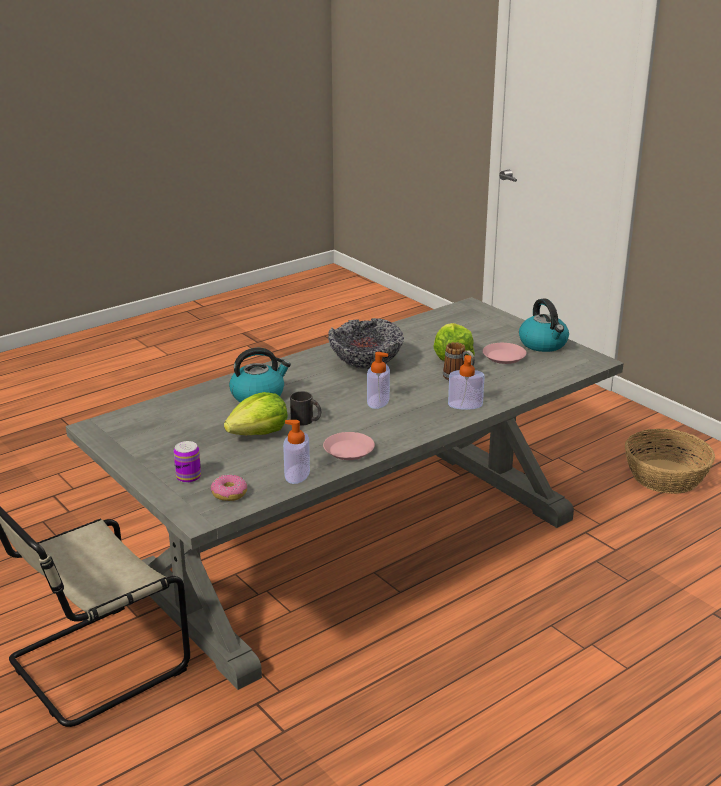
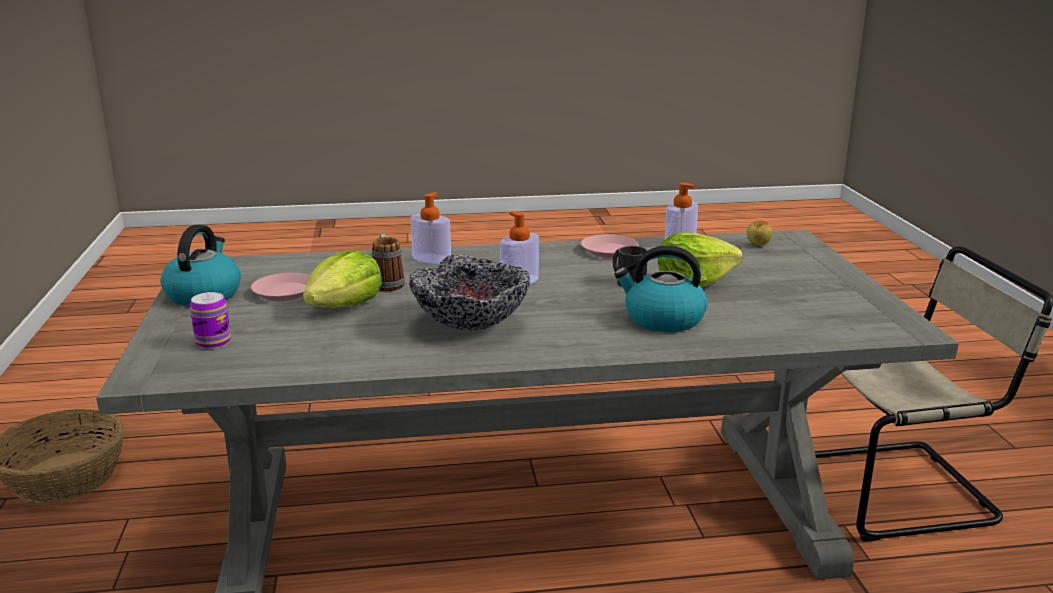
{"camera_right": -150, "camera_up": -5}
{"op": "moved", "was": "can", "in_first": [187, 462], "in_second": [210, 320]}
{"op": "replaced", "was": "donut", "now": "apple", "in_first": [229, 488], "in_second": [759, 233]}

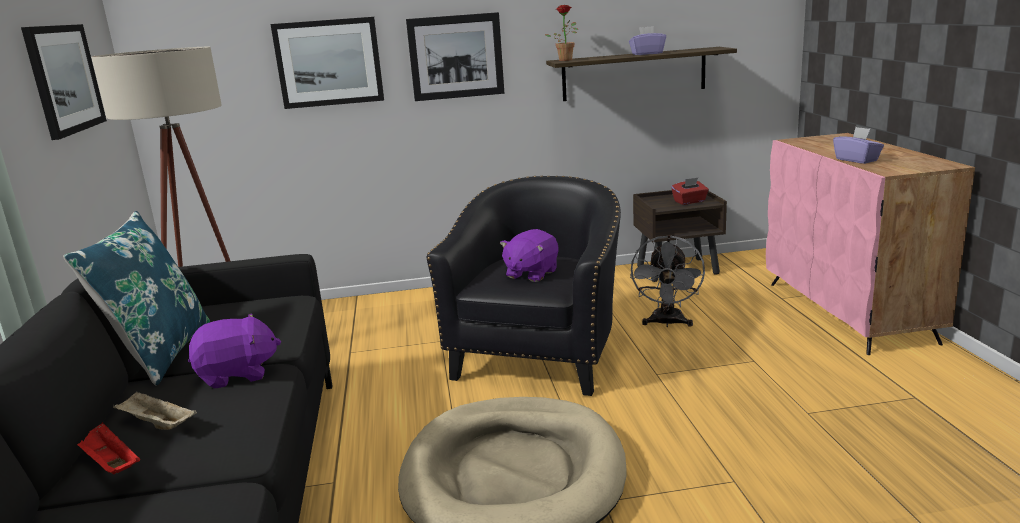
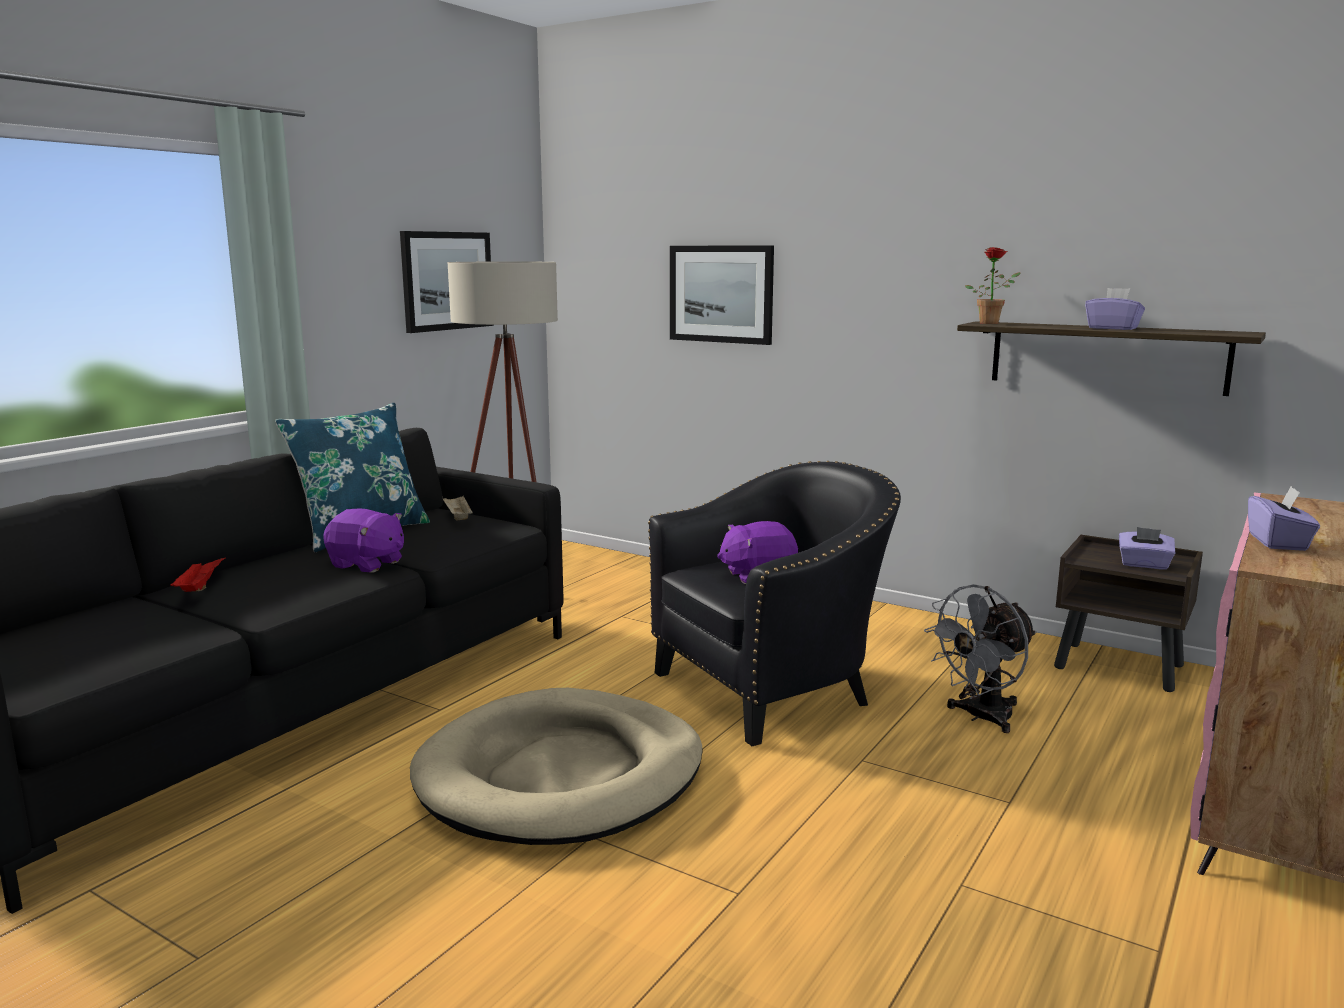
{"camera_right": 40, "camera_up": -5}
{"op": "removed", "was": "picture", "in_first": [455, 56]}
{"op": "recoloured", "was": "red tissue box", "now": "purple tissue box", "in_first": [690, 191], "in_second": [1147, 548]}
{"op": "moved", "was": "beige tray", "in_first": [155, 410], "in_second": [458, 507]}

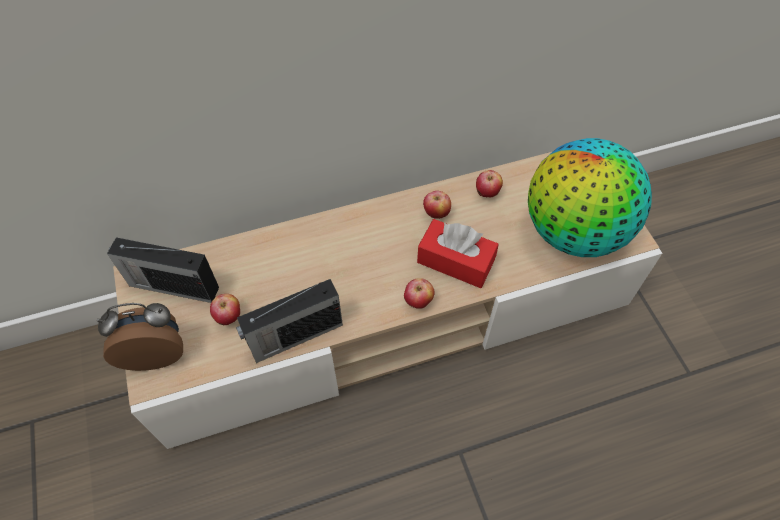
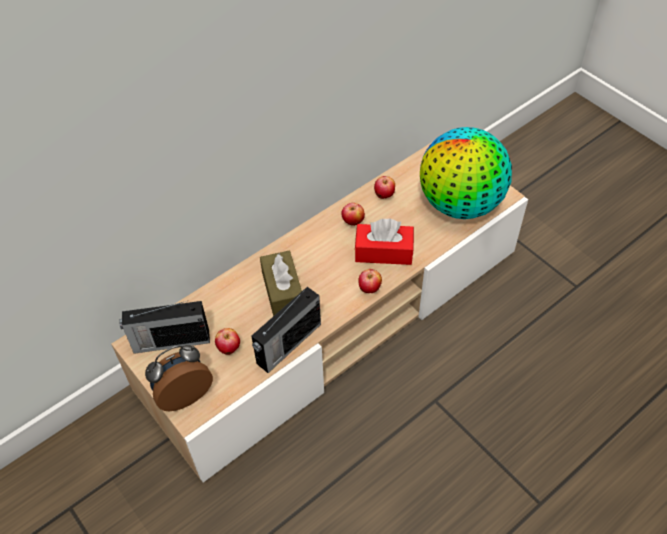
{"camera_right": -20, "camera_up": -5}
{"op": "added", "now": "brown tissue box", "in_second": [281, 283]}

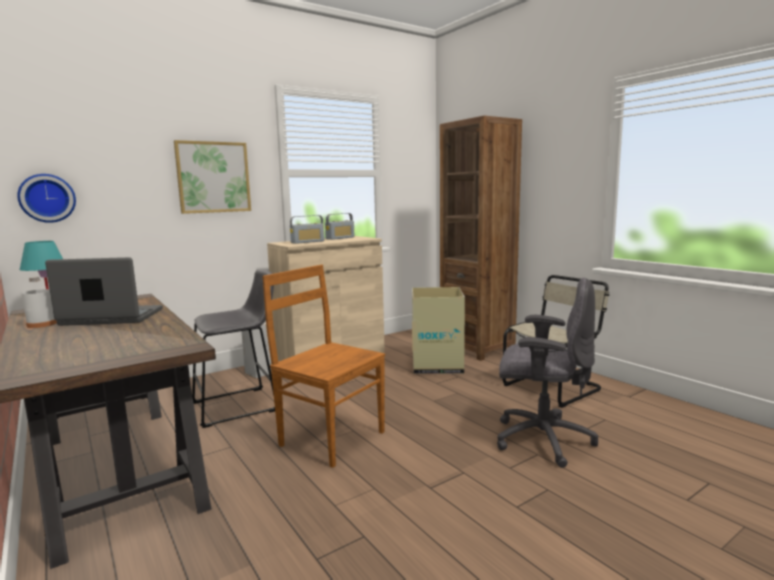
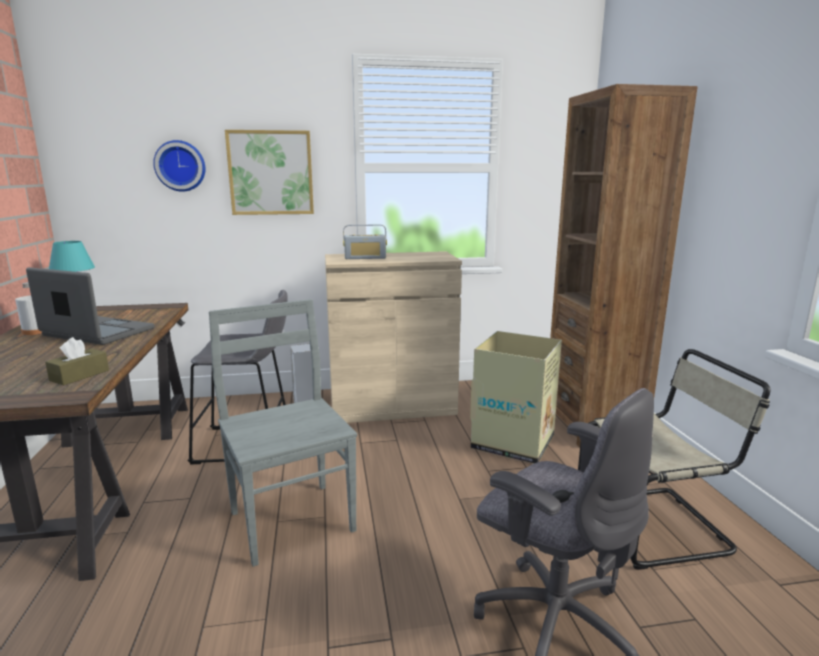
{"camera_right": 25, "camera_up": 5}
{"op": "moved", "was": "wall clock", "in_first": [46, 198], "in_second": [179, 166]}
{"op": "removed", "was": "radio", "in_first": [339, 226]}
{"op": "recoloured", "was": "brown chair", "now": "grey chair", "in_first": [323, 366], "in_second": [283, 433]}
{"op": "added", "now": "brown tissue box", "in_second": [77, 361]}

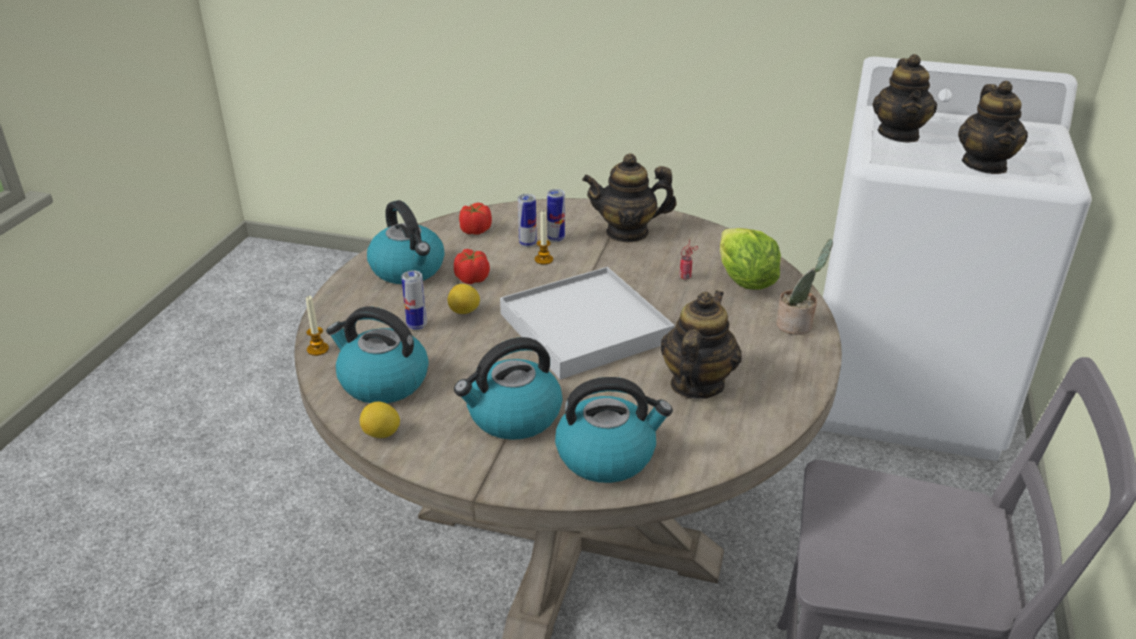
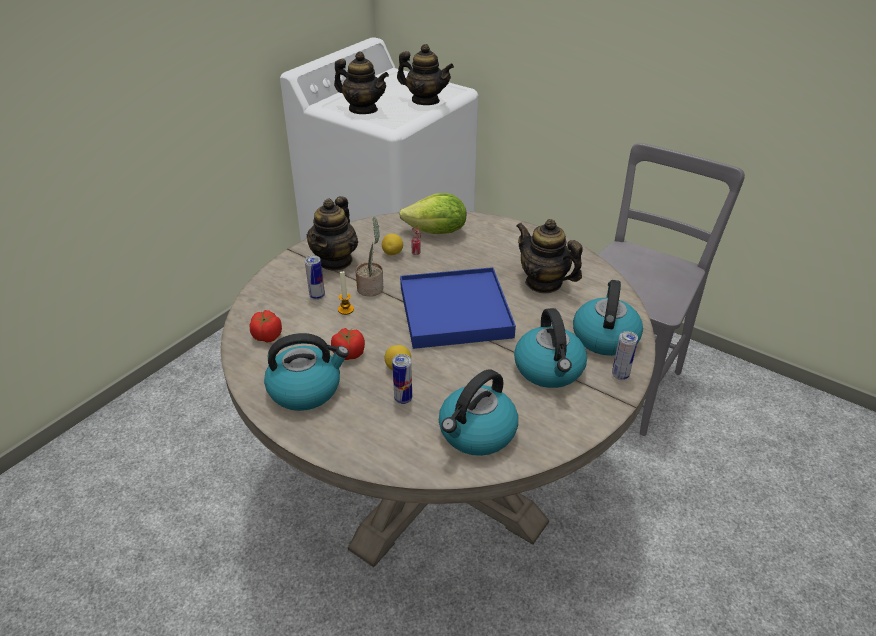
{"camera_right": -70, "camera_up": 5}
{"op": "moved", "was": "can", "in_first": [527, 220], "in_second": [625, 355]}
{"op": "moved", "was": "potted plant", "in_first": [804, 287], "in_second": [369, 256]}
{"op": "recoloured", "was": "white tray", "now": "blue tray", "in_first": [587, 323], "in_second": [458, 308]}
{"op": "removed", "was": "candle", "in_first": [317, 325]}
{"op": "moved", "was": "lemon", "in_first": [380, 419], "in_second": [392, 244]}

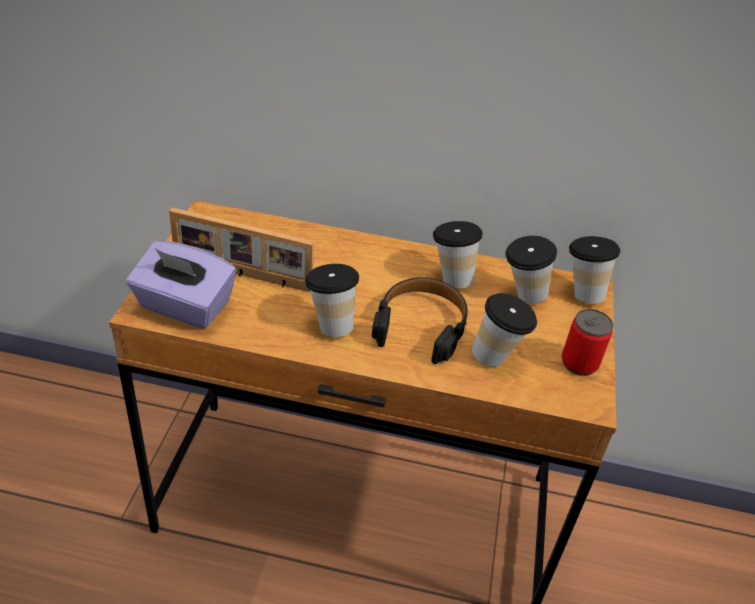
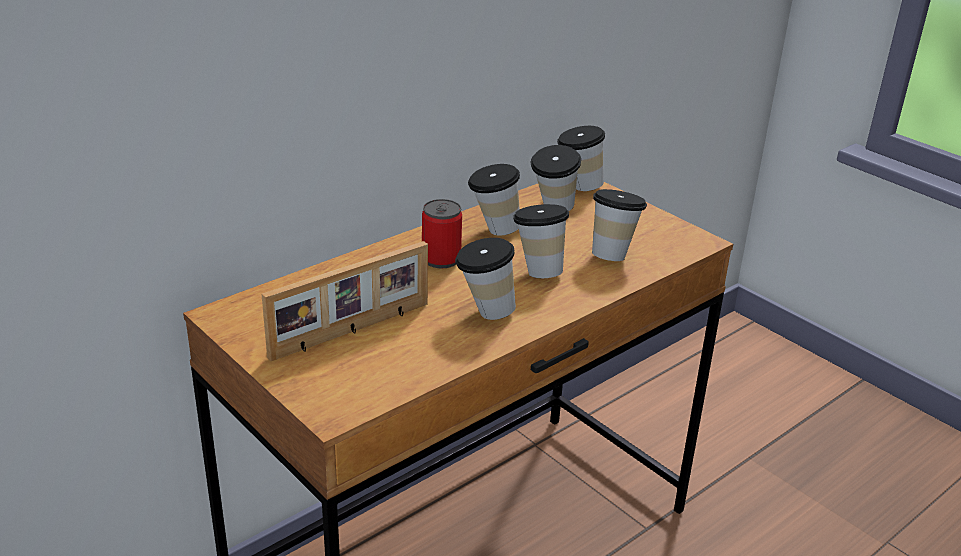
{"camera_right": -50, "camera_up": -10}
{"op": "removed", "was": "purple tissue box", "in_first": [181, 285]}
{"op": "replaced", "was": "black headphones", "now": "cup", "in_first": [420, 320], "in_second": [541, 241]}
{"op": "moved", "was": "can", "in_first": [587, 342], "in_second": [442, 233]}

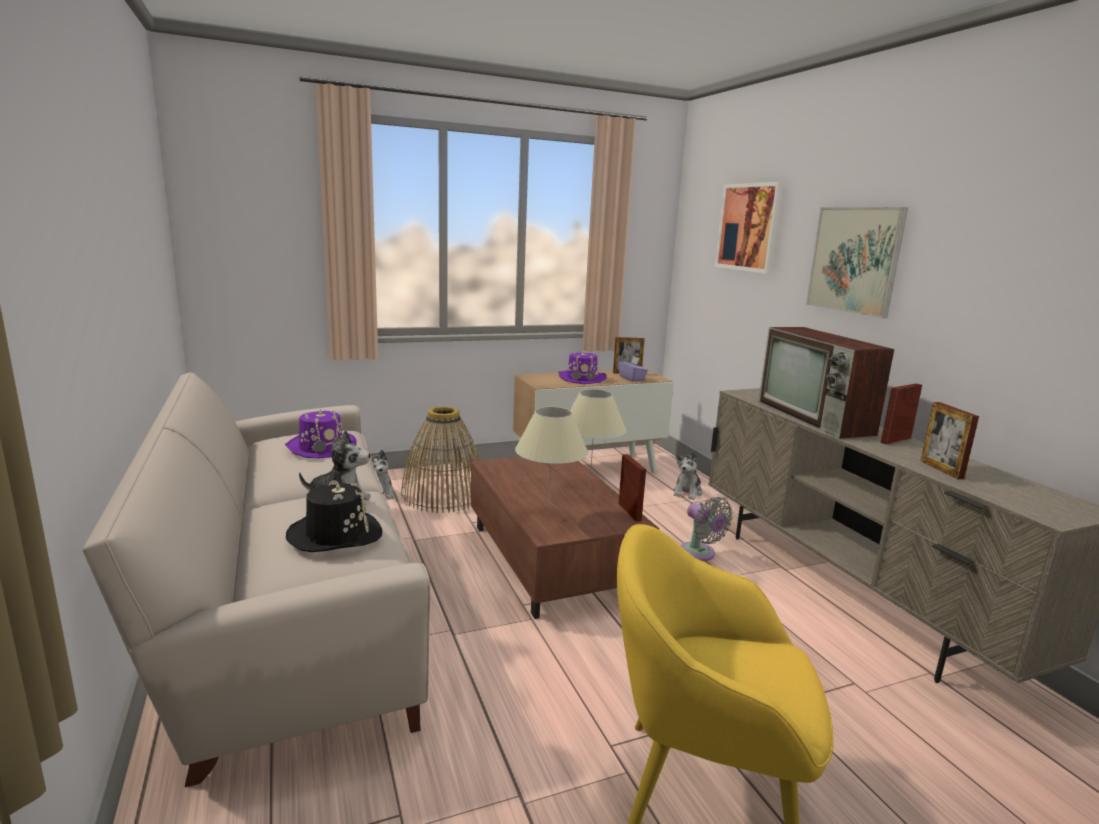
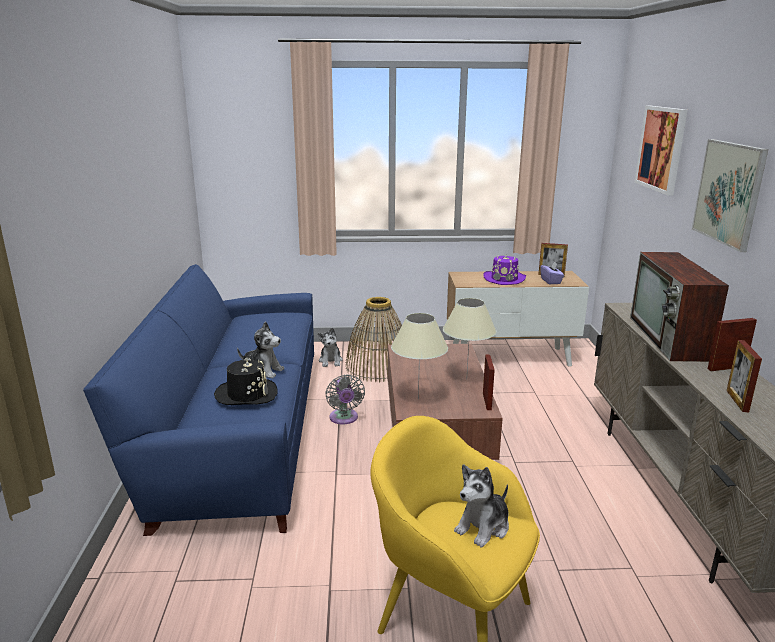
{"camera_right": 20, "camera_up": 5}
{"op": "recoloured", "was": "beige sofa", "now": "blue sofa", "in_first": [256, 579], "in_second": [198, 400]}
{"op": "removed", "was": "purple hat", "in_first": [321, 433]}
{"op": "moved", "was": "plush toy", "in_first": [687, 475], "in_second": [481, 505]}
{"op": "moved", "was": "grey fan", "in_first": [706, 529], "in_second": [345, 399]}

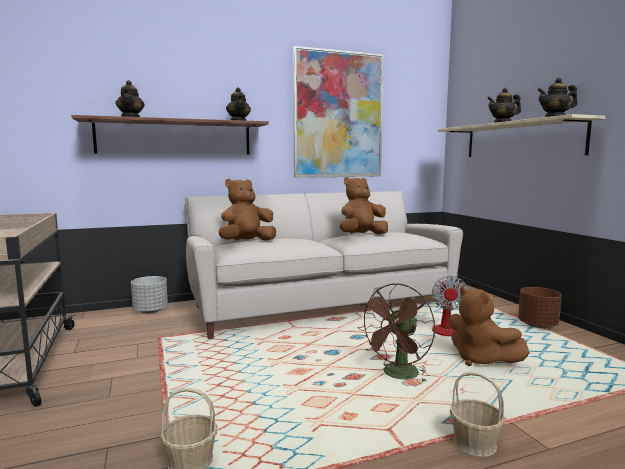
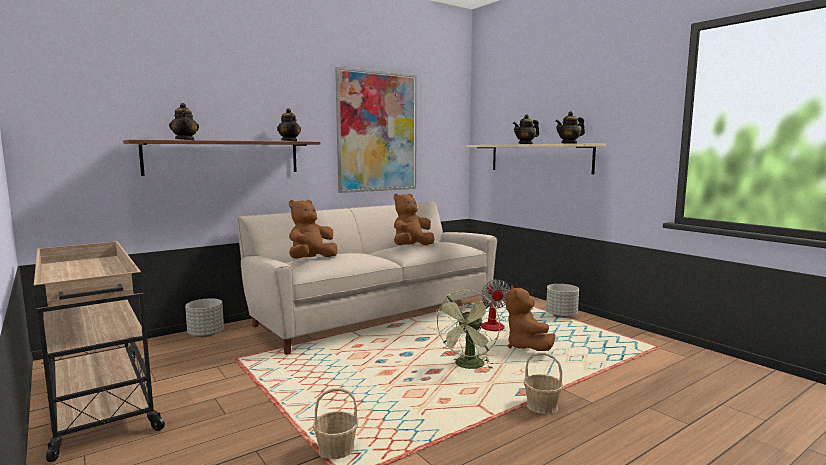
{"camera_right": -15, "camera_up": 0}
{"op": "recoloured", "was": "brown fan", "now": "green fan", "in_first": [396, 332], "in_second": [467, 329]}
{"op": "turned", "was": "brown plush toy", "in_first": [489, 326], "in_second": [530, 318], "clockwise": 45}
{"op": "recoloured", "was": "brown planter", "now": "grey planter", "in_first": [540, 307], "in_second": [562, 301]}

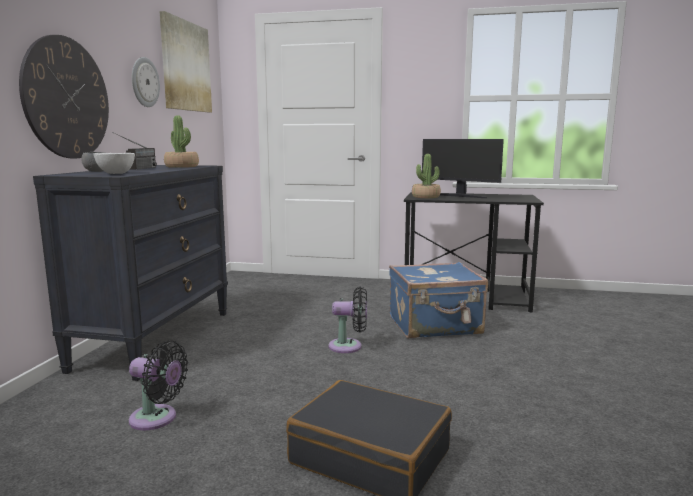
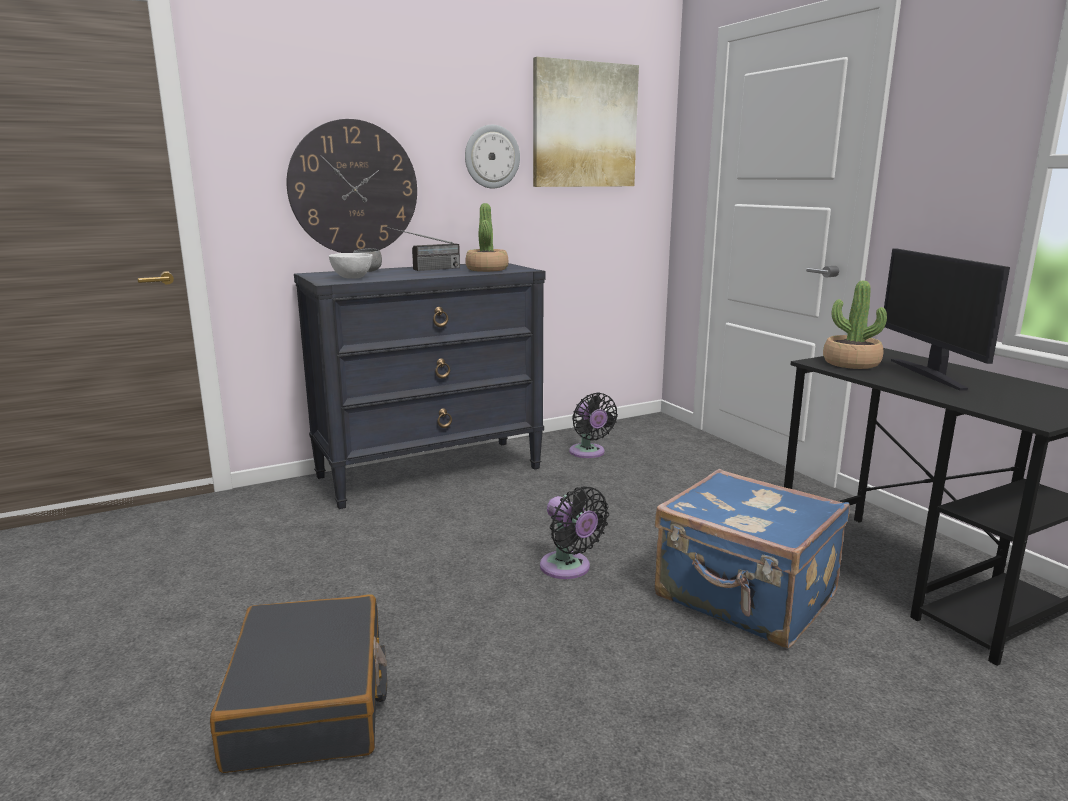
{"camera_right": 50, "camera_up": 5}
{"op": "moved", "was": "black fan", "in_first": [158, 385], "in_second": [593, 425]}

